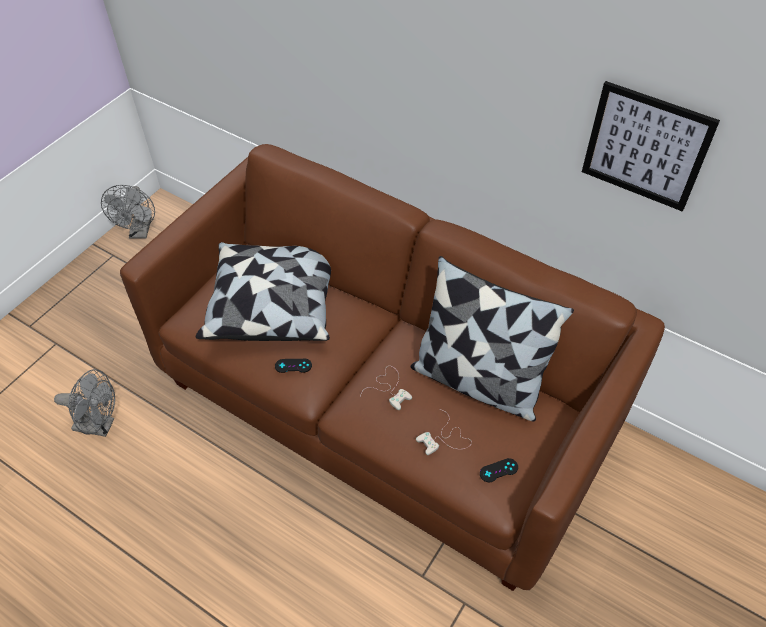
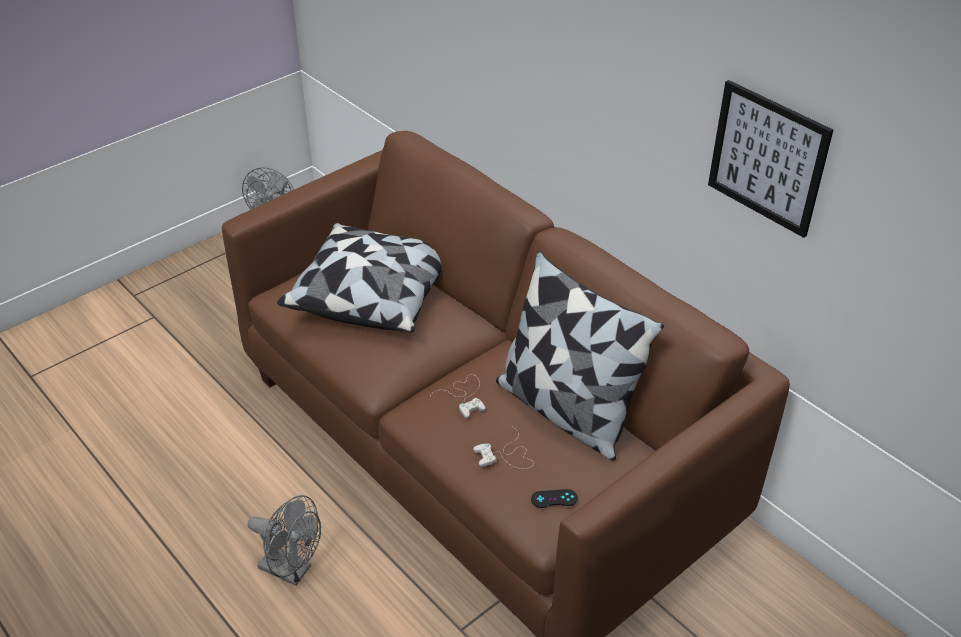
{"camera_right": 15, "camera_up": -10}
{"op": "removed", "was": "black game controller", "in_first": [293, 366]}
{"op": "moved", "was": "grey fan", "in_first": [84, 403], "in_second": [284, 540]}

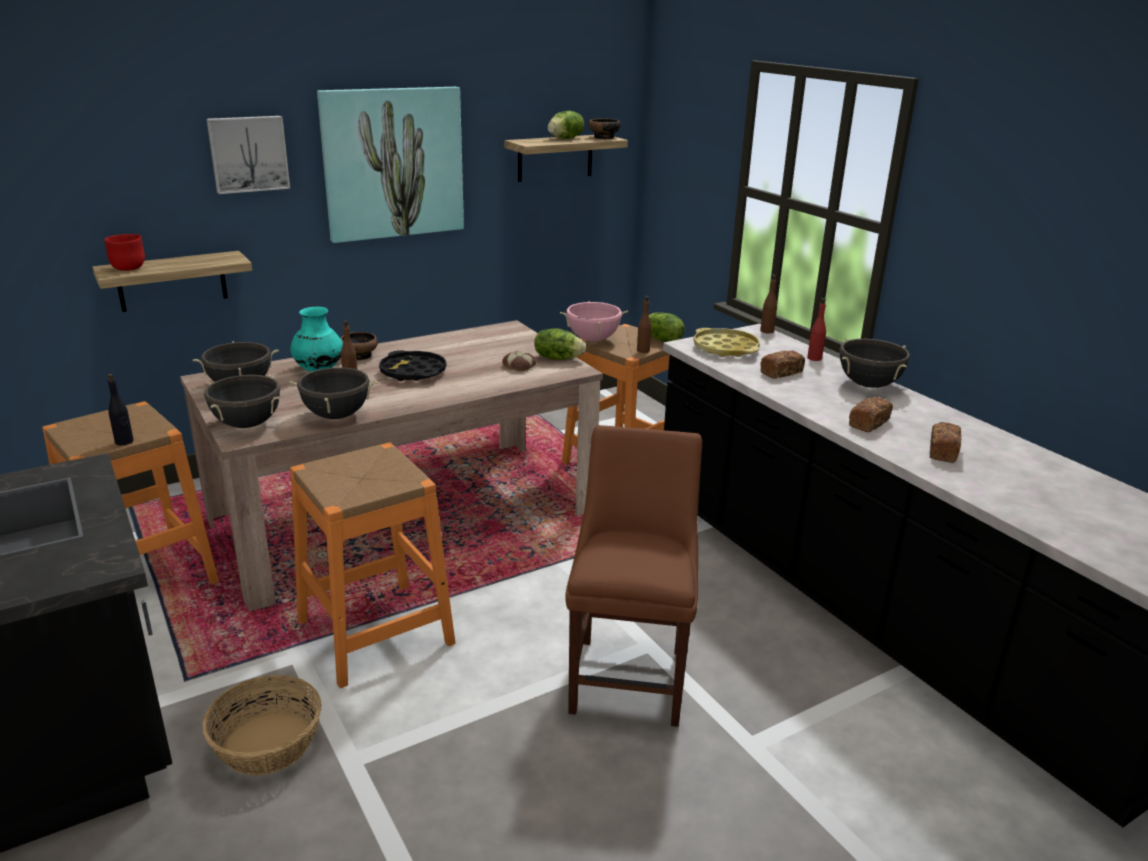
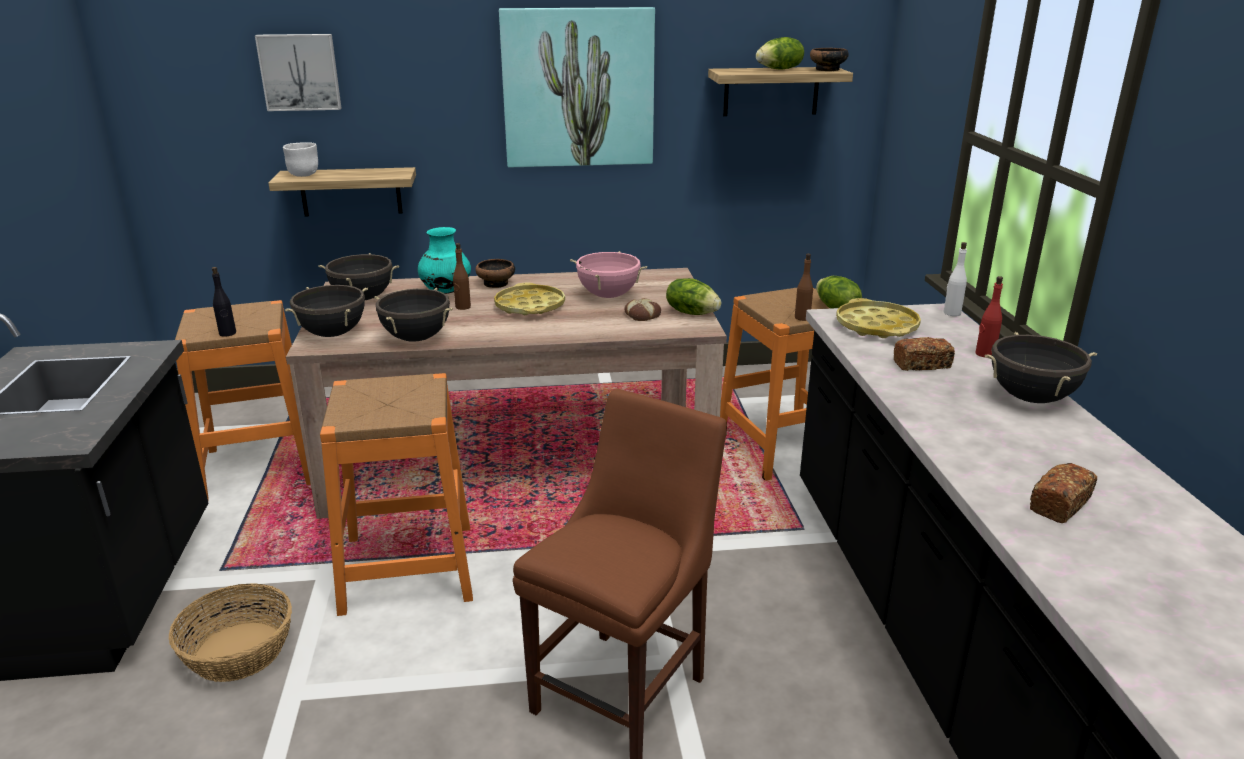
{"camera_right": 25, "camera_up": 0}
{"op": "moved", "was": "picture", "in_first": [248, 155], "in_second": [298, 72]}
{"op": "recoloured", "was": "red bowl", "now": "white bowl", "in_first": [124, 252], "in_second": [300, 159]}
{"op": "recoloured", "was": "brown bottle", "now": "white bottle", "in_first": [768, 304], "in_second": [955, 279]}
{"op": "moved", "was": "pink cooking pot", "in_first": [594, 321], "in_second": [608, 274]}
{"op": "recoloured", "was": "black tray", "now": "yellow tray", "in_first": [412, 365], "in_second": [529, 298]}
{"op": "removed", "was": "bread", "in_first": [871, 414]}

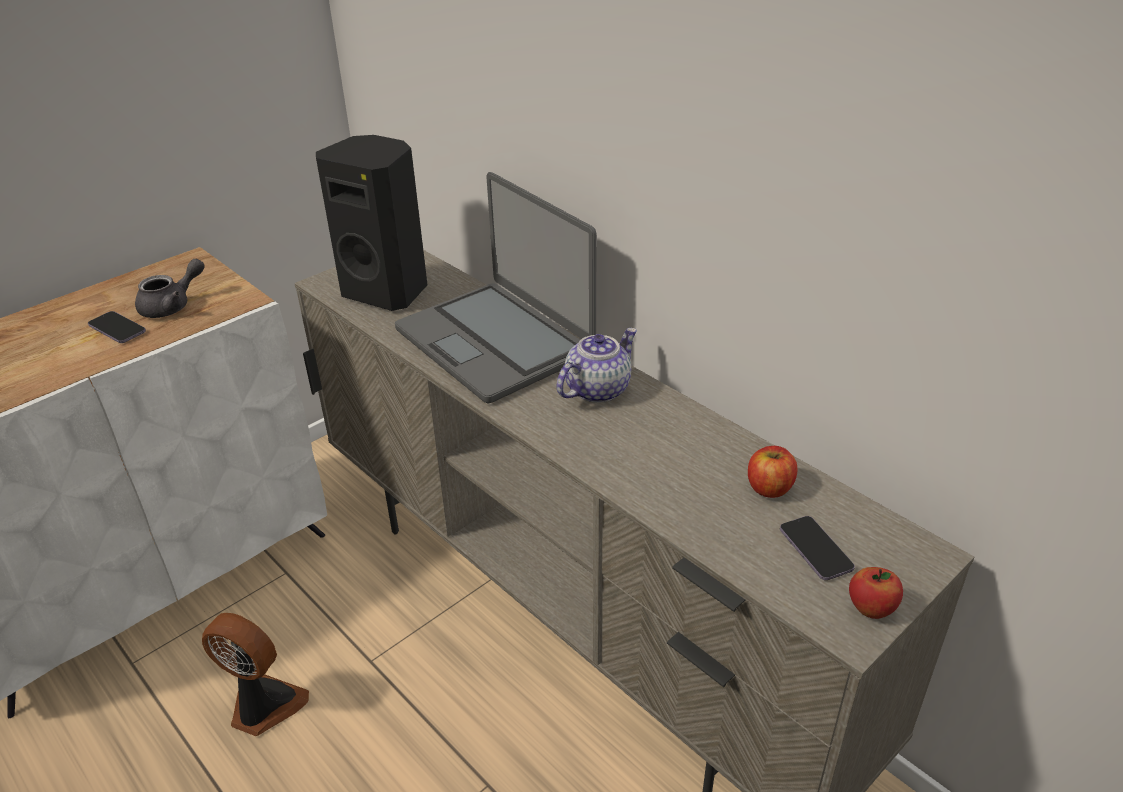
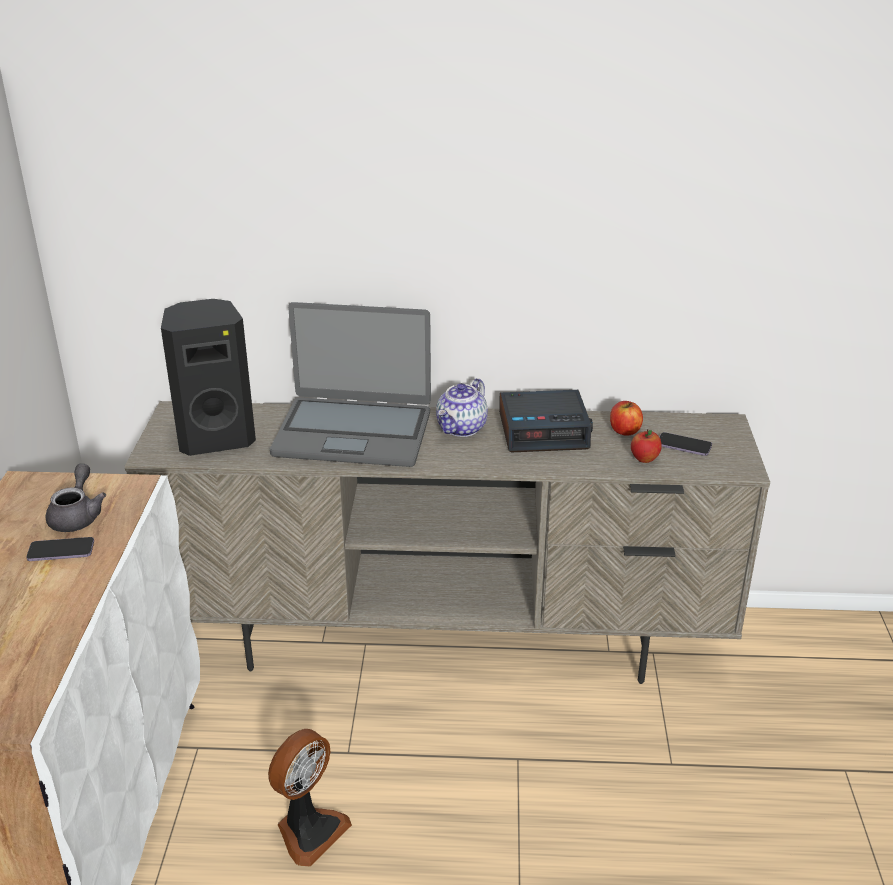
{"camera_right": -45, "camera_up": -5}
{"op": "turned", "was": "teapot", "in_first": [597, 365], "in_second": [462, 407], "clockwise": -150}
{"op": "moved", "was": "apple", "in_first": [876, 593], "in_second": [646, 446]}
{"op": "turned", "was": "fan", "in_first": [255, 674], "in_second": [310, 797], "clockwise": 150}
{"op": "added", "now": "alarm clock", "in_second": [546, 421]}

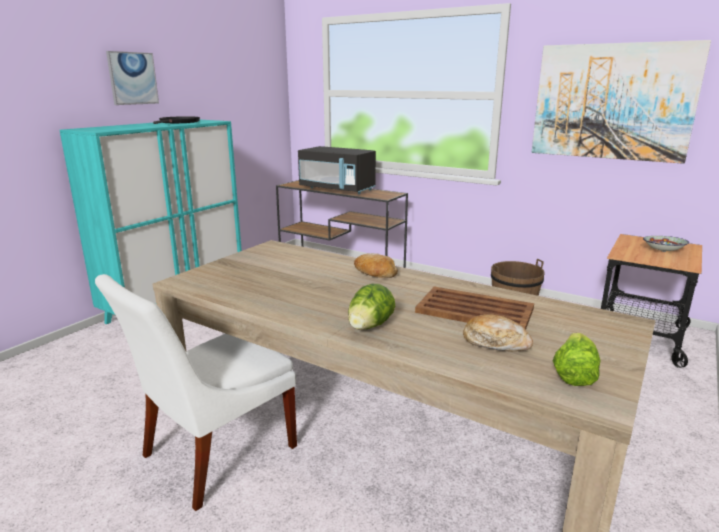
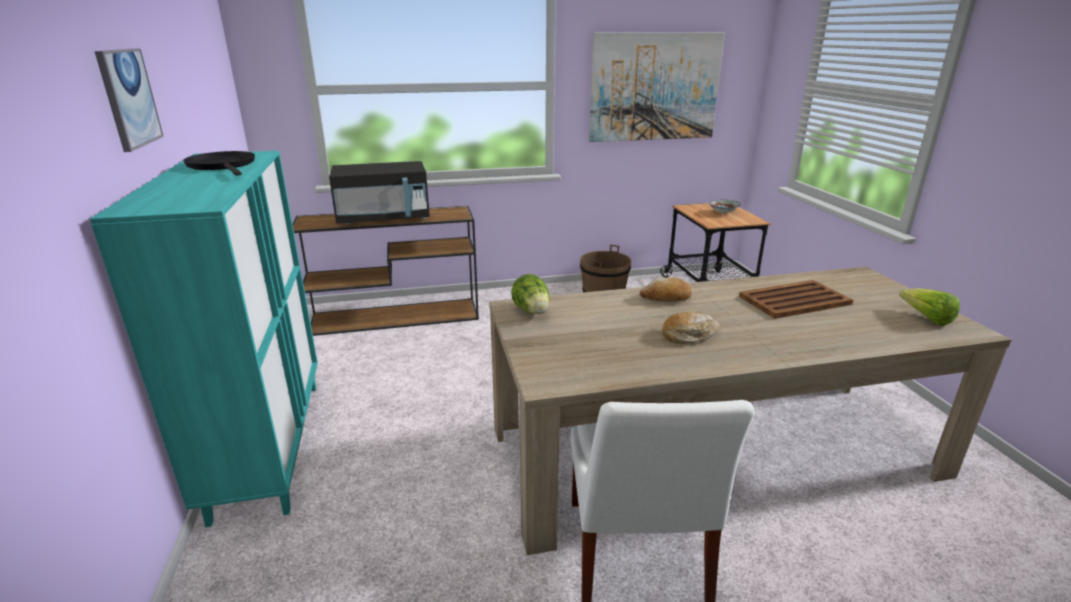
{"camera_right": -45, "camera_up": 5}
{"op": "moved", "was": "lettuce", "in_first": [371, 307], "in_second": [530, 294]}
{"op": "moved", "was": "bread", "in_first": [498, 332], "in_second": [691, 328]}

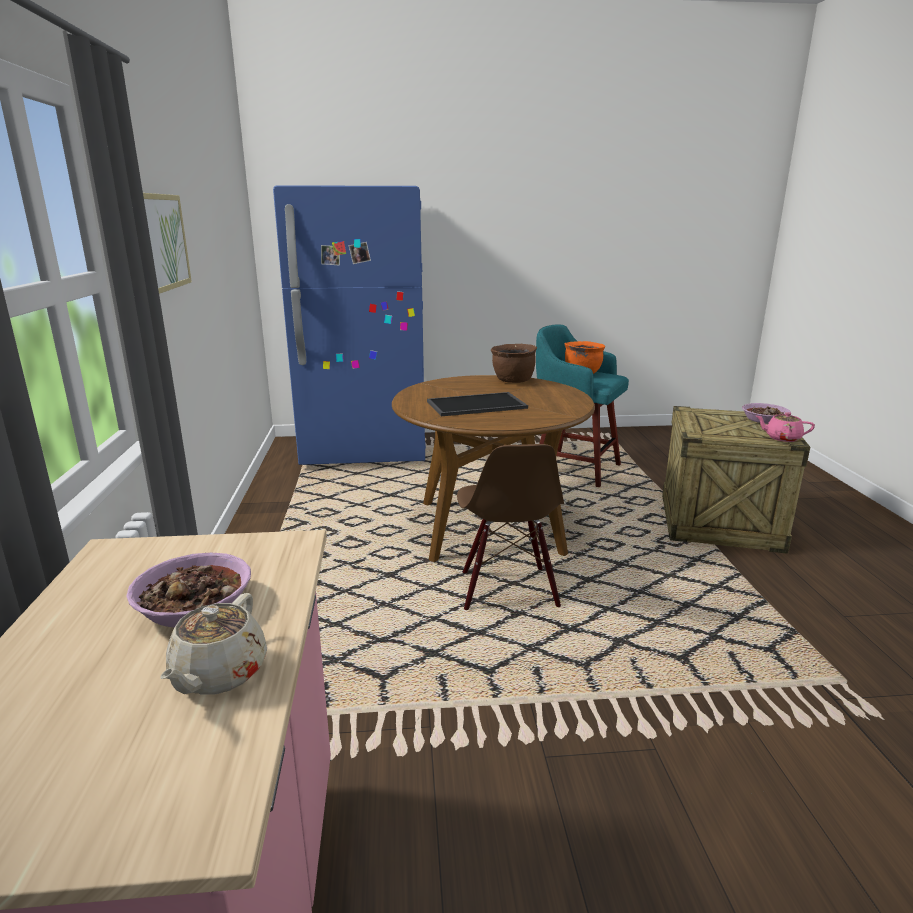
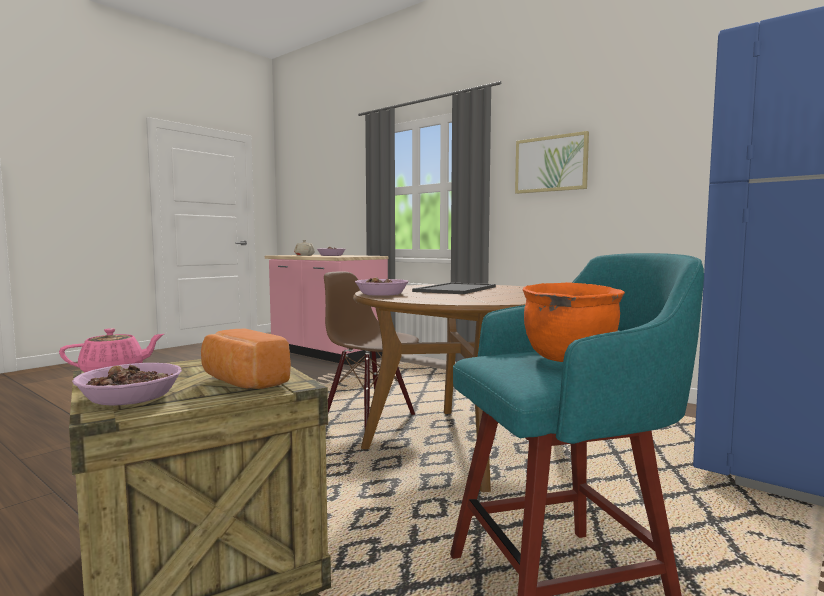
{"camera_right": 135, "camera_up": -15}
{"op": "removed", "was": "brown cooking pot", "in_first": [514, 363]}
{"op": "added", "now": "bowl", "in_second": [382, 286]}
{"op": "added", "now": "bread", "in_second": [246, 359]}

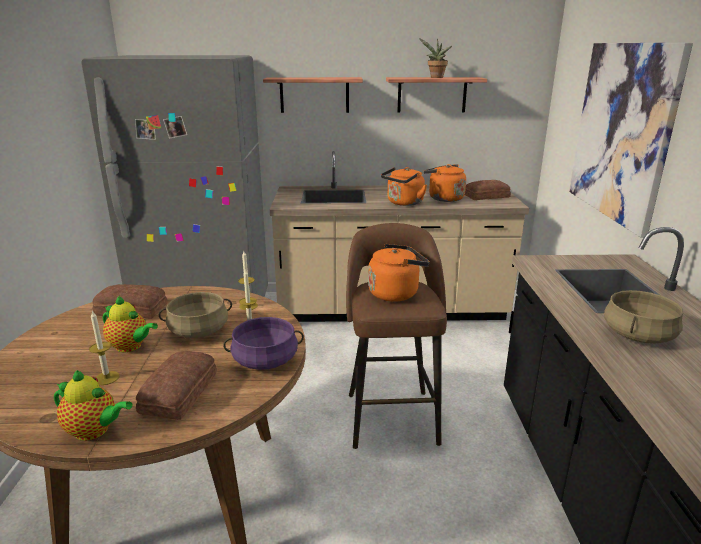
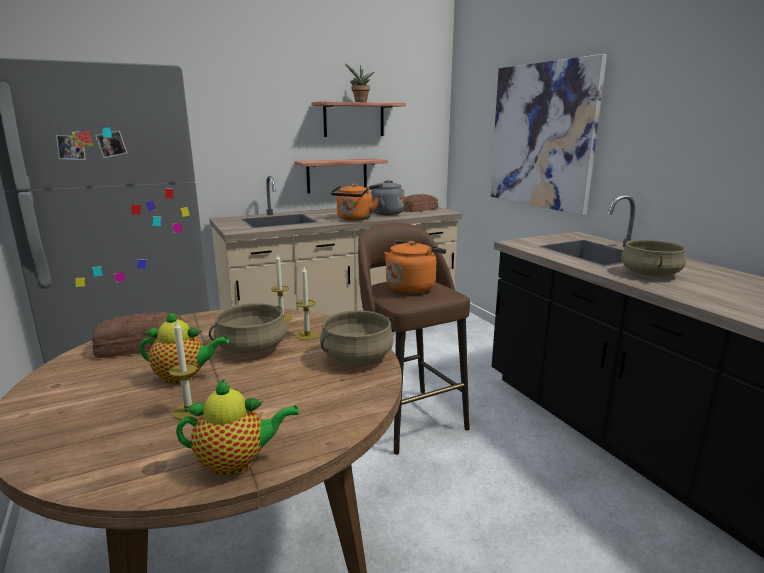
{"camera_right": -25, "camera_up": -5}
{"op": "moved", "was": "shelf", "in_first": [313, 95], "in_second": [341, 175]}
{"op": "recoloured", "was": "orange kettle", "now": "grey kettle", "in_first": [444, 183], "in_second": [384, 197]}
{"op": "recoloured", "was": "purple cooking pot", "now": "beige cooking pot", "in_first": [263, 343], "in_second": [357, 337]}
{"op": "removed", "was": "bread", "in_first": [176, 385]}

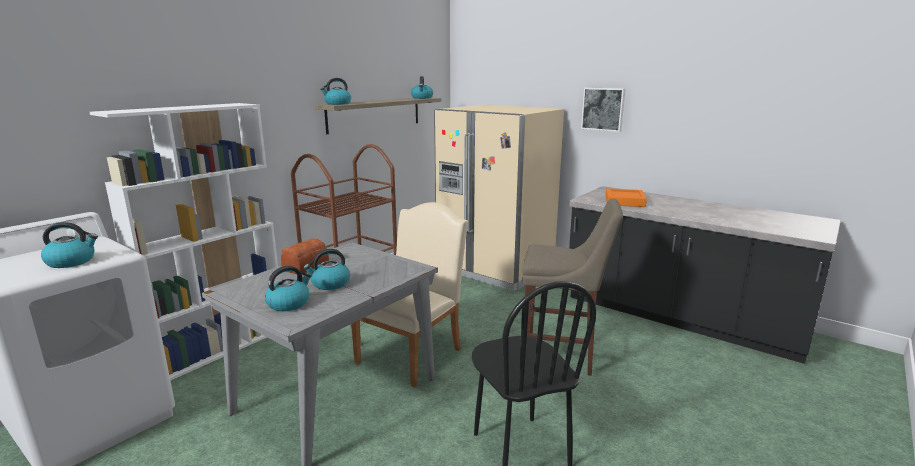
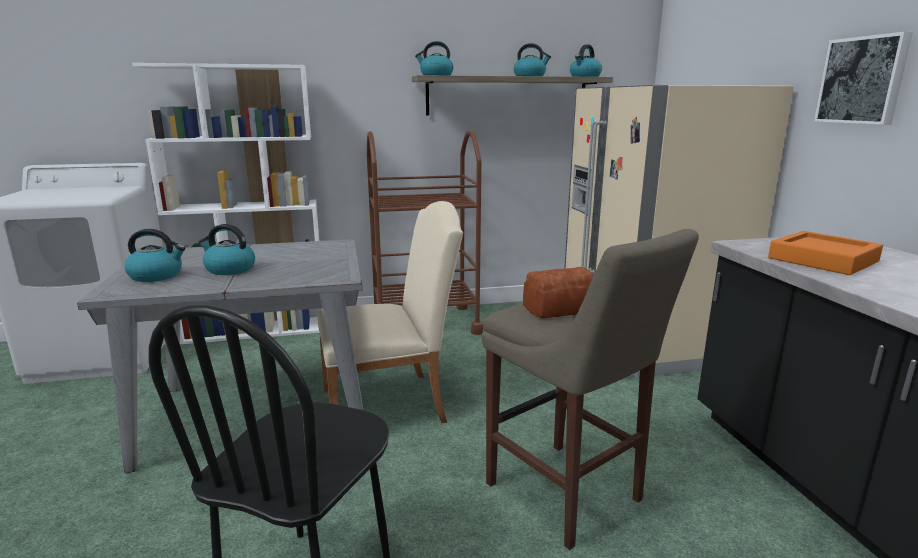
{"camera_right": 40, "camera_up": 0}
{"op": "moved", "was": "kettle", "in_first": [69, 245], "in_second": [532, 59]}
{"op": "moved", "was": "bread", "in_first": [305, 256], "in_second": [558, 292]}

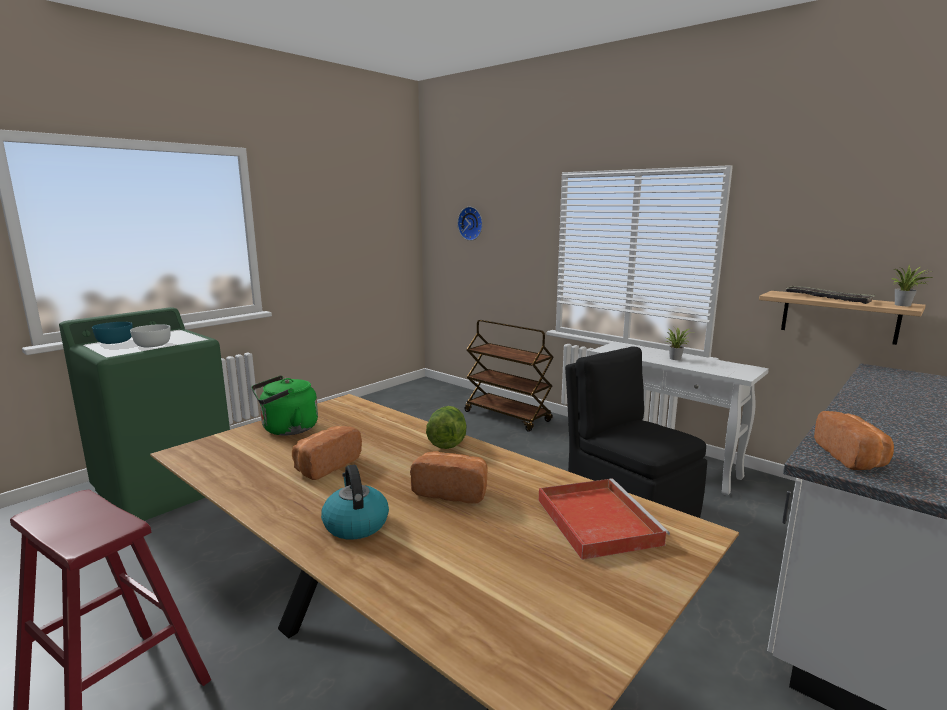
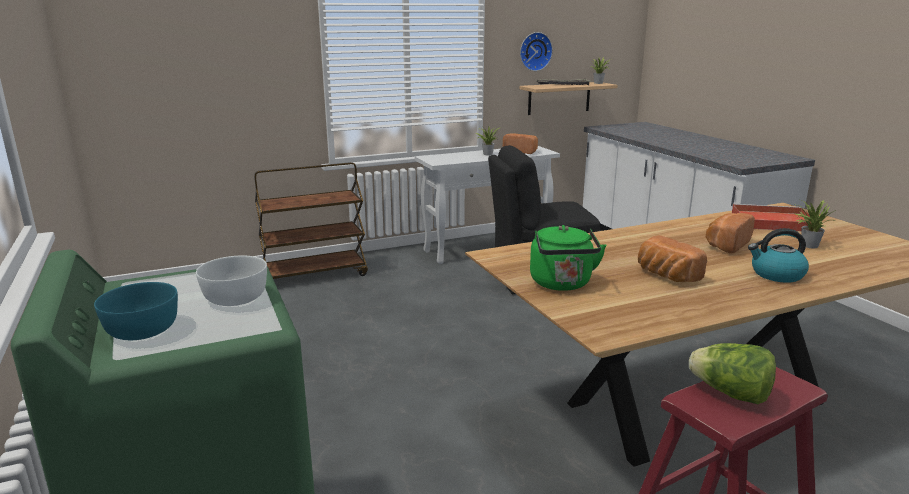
{"camera_right": -65, "camera_up": 5}
{"op": "moved", "was": "wall clock", "in_first": [470, 224], "in_second": [536, 51]}
{"op": "moved", "was": "lettuce", "in_first": [446, 427], "in_second": [732, 373]}
{"op": "moved", "was": "bread", "in_first": [854, 440], "in_second": [520, 144]}
{"op": "added", "now": "potted plant", "in_second": [814, 224]}

